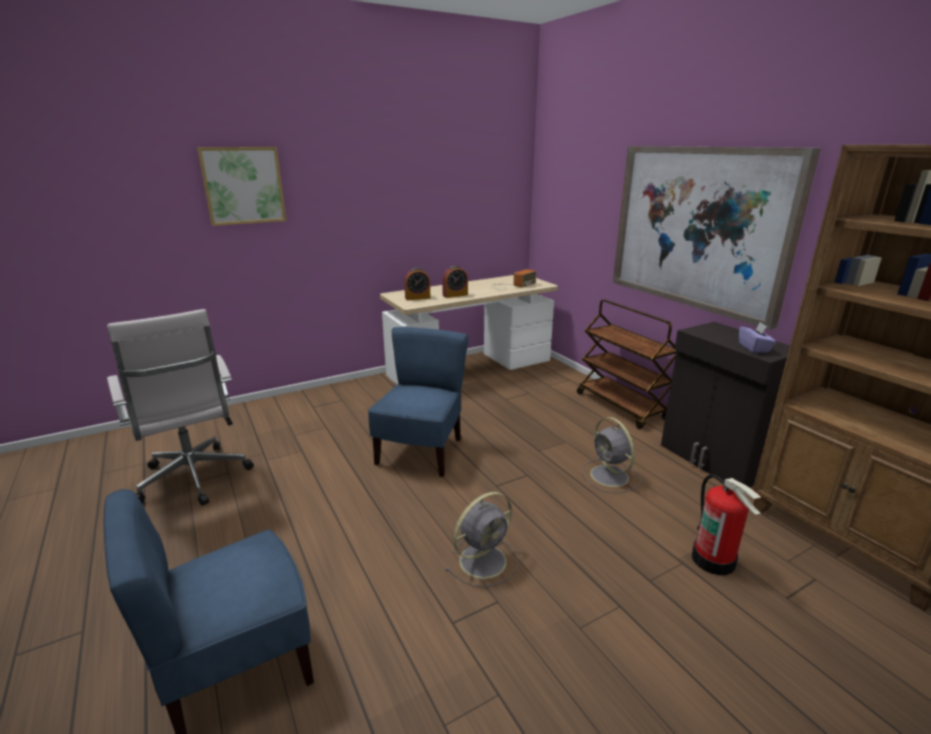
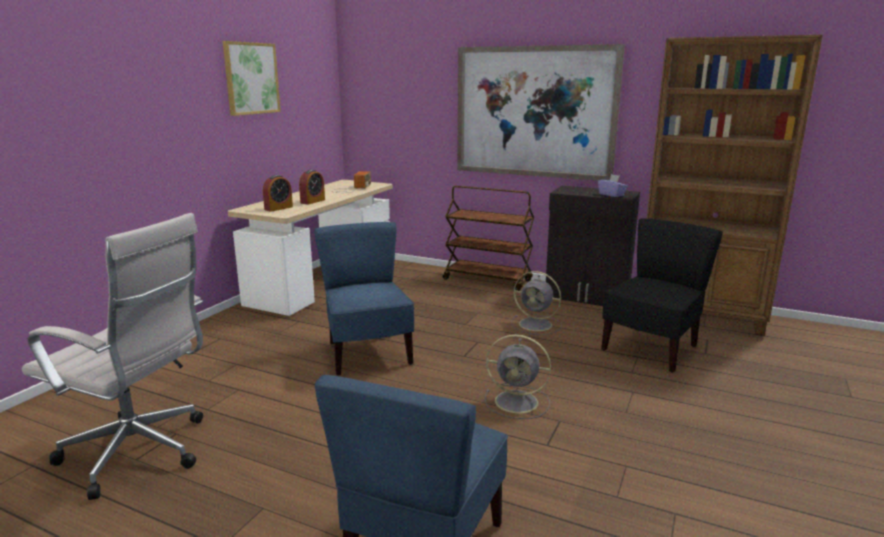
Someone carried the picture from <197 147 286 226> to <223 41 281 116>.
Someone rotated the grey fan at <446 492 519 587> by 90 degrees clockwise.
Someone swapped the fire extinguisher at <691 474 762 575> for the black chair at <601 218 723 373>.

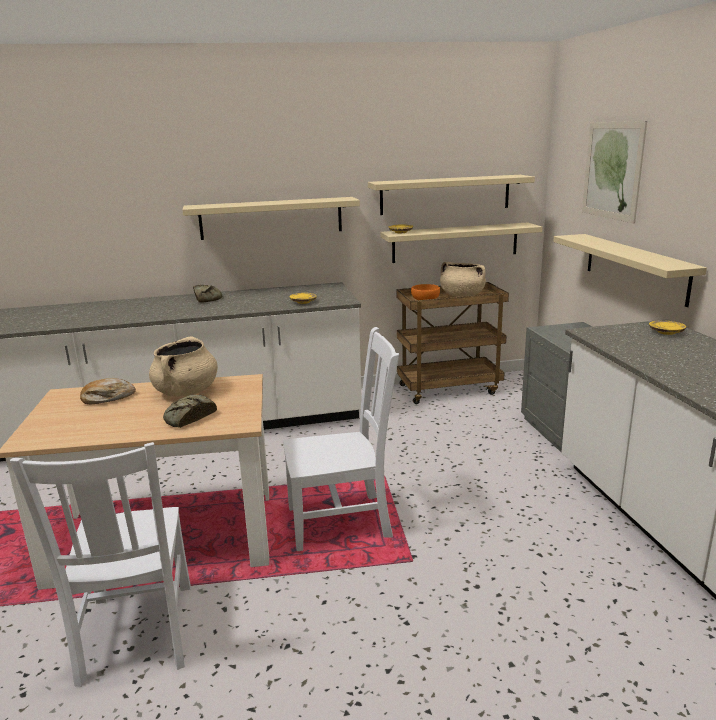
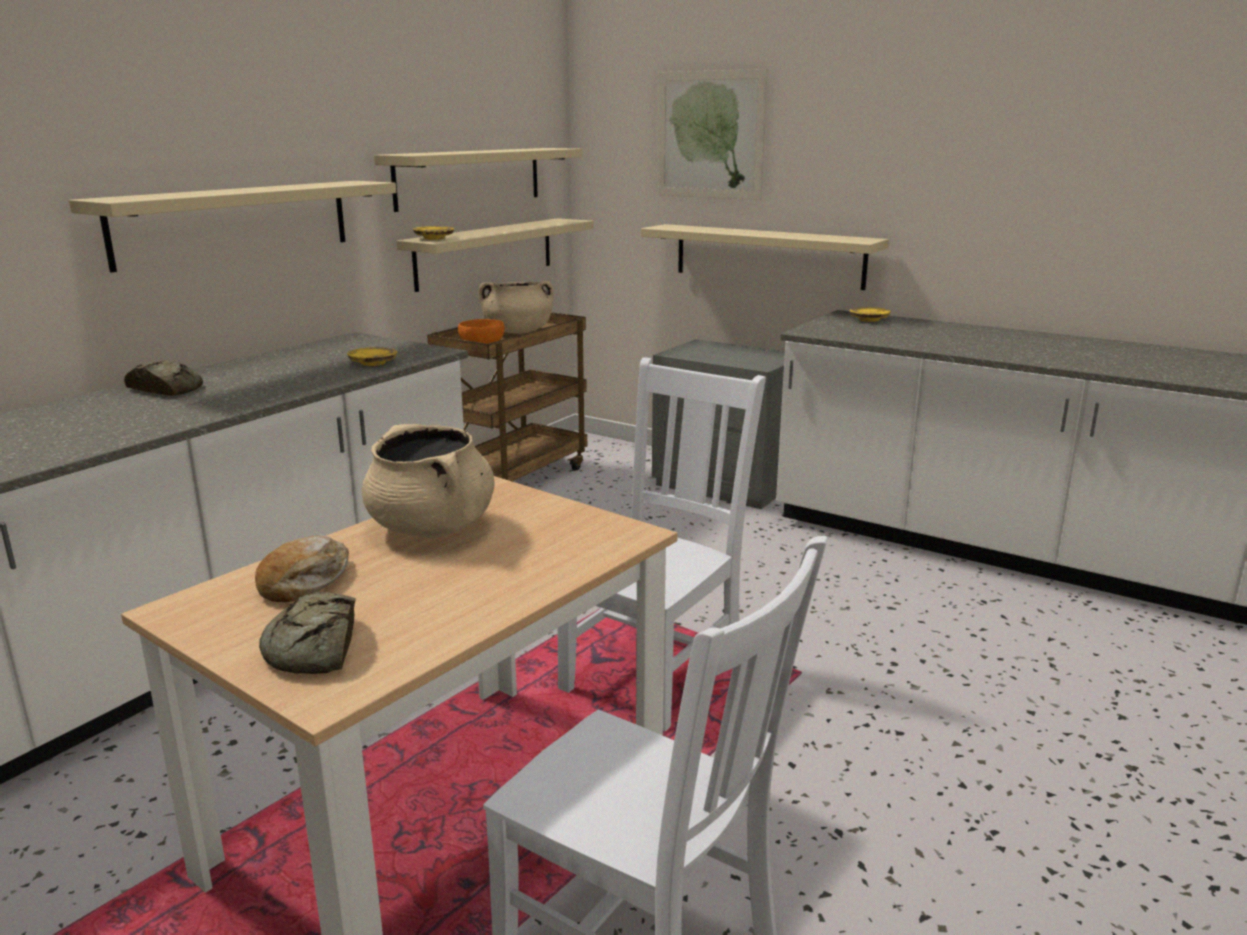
Someone carried the bread from <163 394 217 428> to <259 592 356 674>.

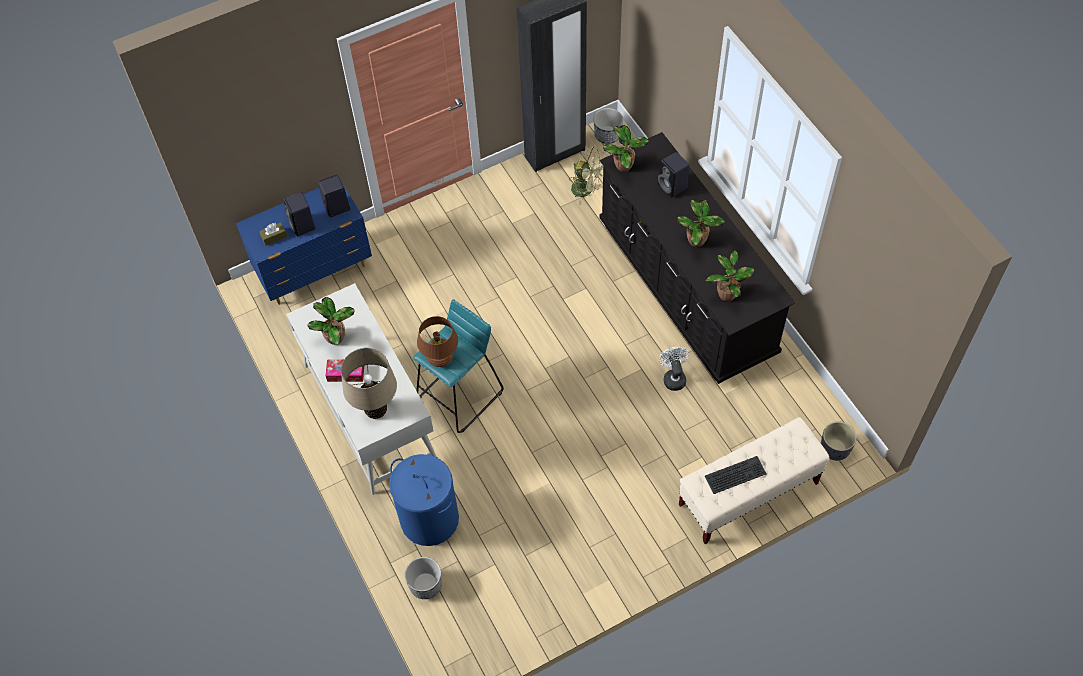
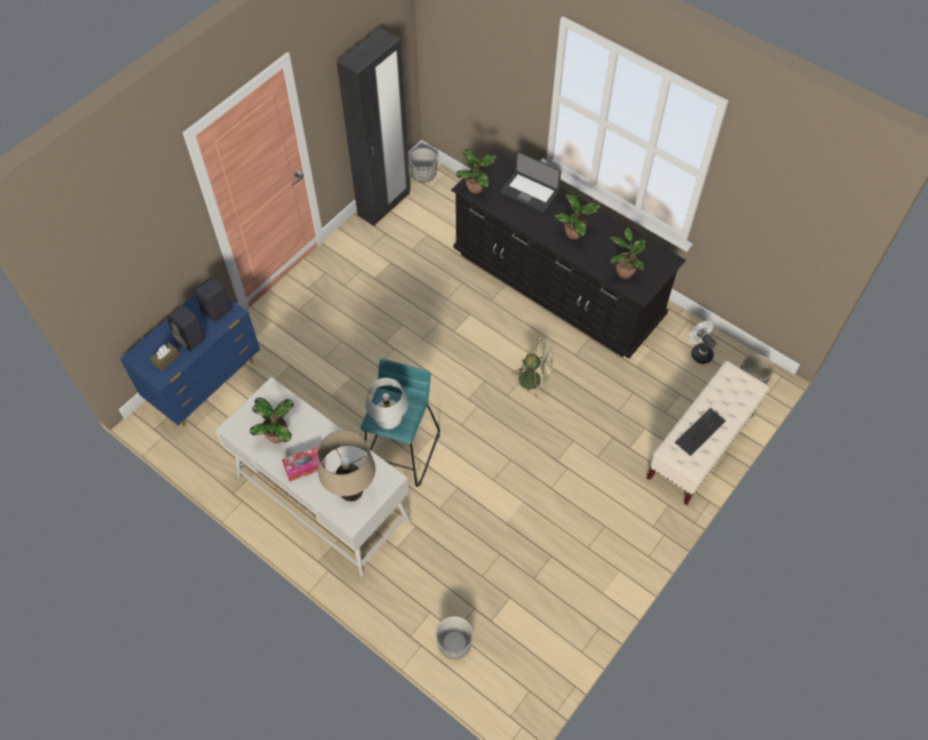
Someone took away the blue laundry basket at <389 454 459 546>.
Someone repainted the brown table lamp at <417 316 458 367>, which became the white table lamp at <365 378 408 429>.
Someone carried the green fan from <570 146 605 205> to <512 337 553 398>.
Someone swapped the black speaker at <658 152 689 198> for the laptop at <500 151 561 213>.
Someone carried the white fan from <659 347 689 391> to <688 321 716 364>.

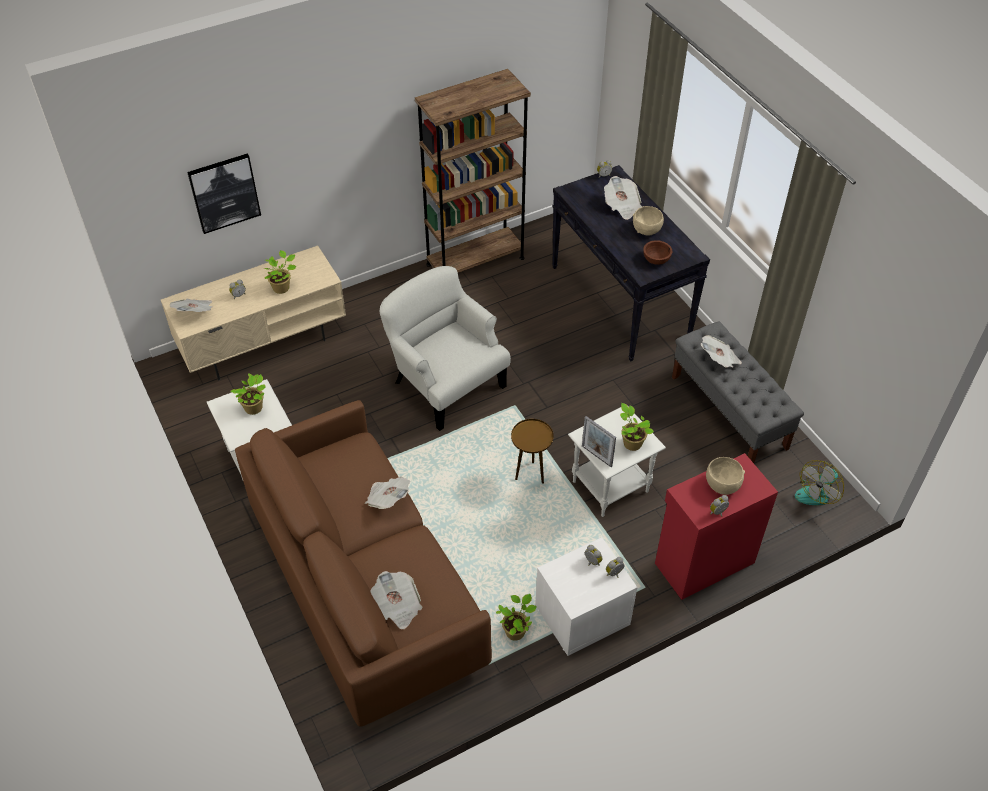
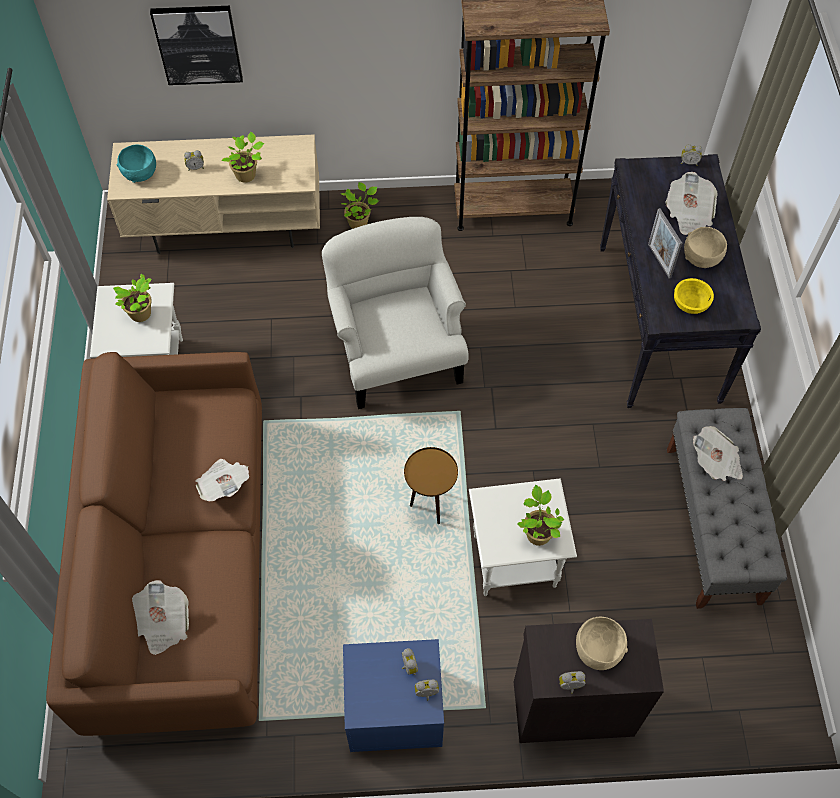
Someone swapped the newspaper at <170 299 212 312> for the turquoise bowl at <117 145 156 183>.
Someone carried the potted plant from <496 594 537 641> to <341 182 379 229>.
Someone repainted the white nightstand at <535 537 638 656>, which became the blue nightstand at <343 639 444 752>.
Someone carried the picture frame from <582 416 616 467> to <648 208 682 279>.
Someone repainted the brown bowl at <643 240 672 265>, which became the yellow bowl at <674 278 714 314>.
Someone repainted the red cabinet at <655 453 778 600>, which became the black cabinet at <514 619 664 743>.
Someone took away the fan at <795 460 844 506>.

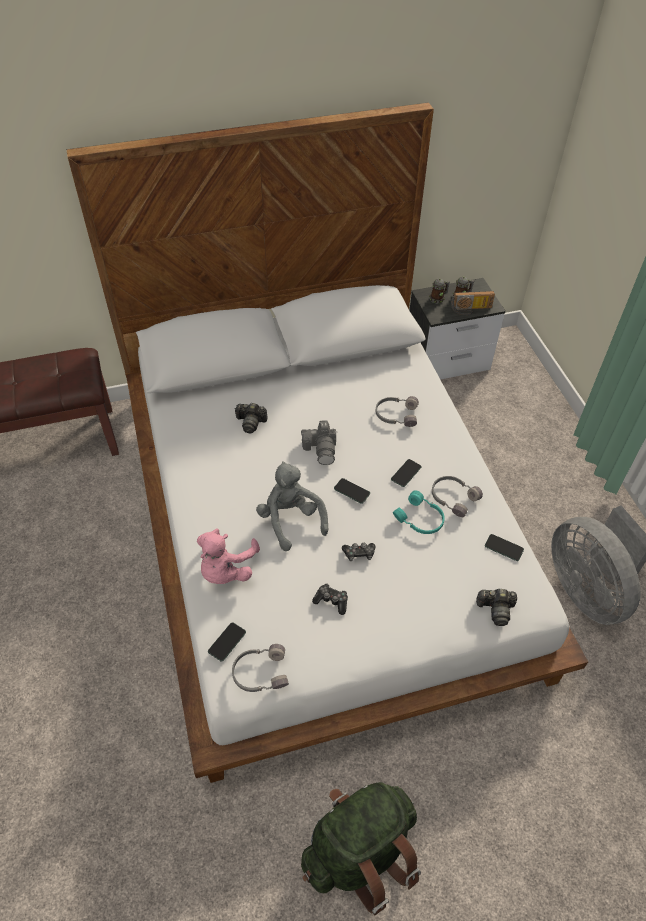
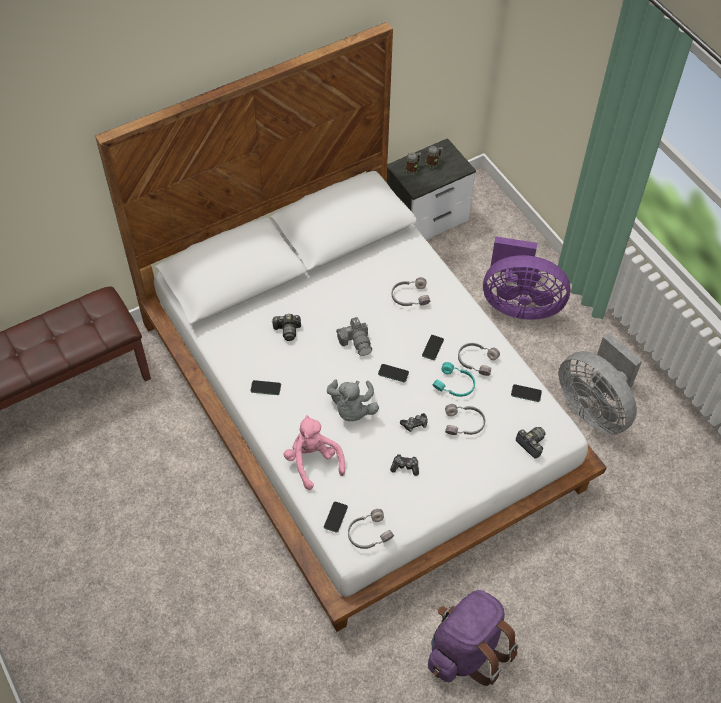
Someone rotated the pink plush toy at <197 529 260 584> by 150 degrees clockwise.
Someone rotated the grey plush toy at <256 461 328 551> by 135 degrees counterclockwise.
Someone repainted the green backpack at <301 782 421 915>, which became the purple backpack at <428 590 518 686>.
Someone took away the radio at <451 291 495 315>.
Someone rotated the photo camera at <476 589 517 626> by 120 degrees counterclockwise.
Someone put down the phone at <250 380 281 395>.
Someone put down the grey headphones at <445 404 485 435>.
Someone put down the purple fan at <483 236 571 320>.

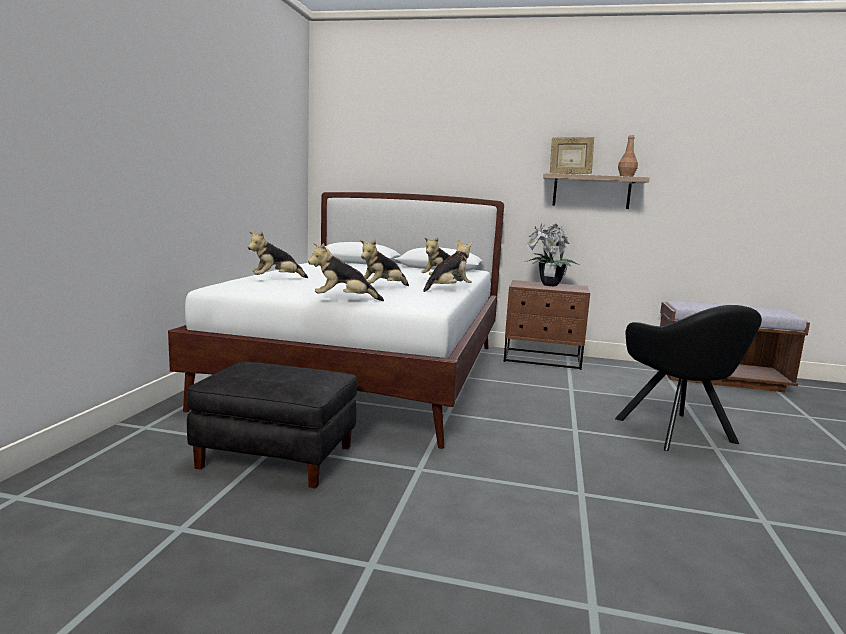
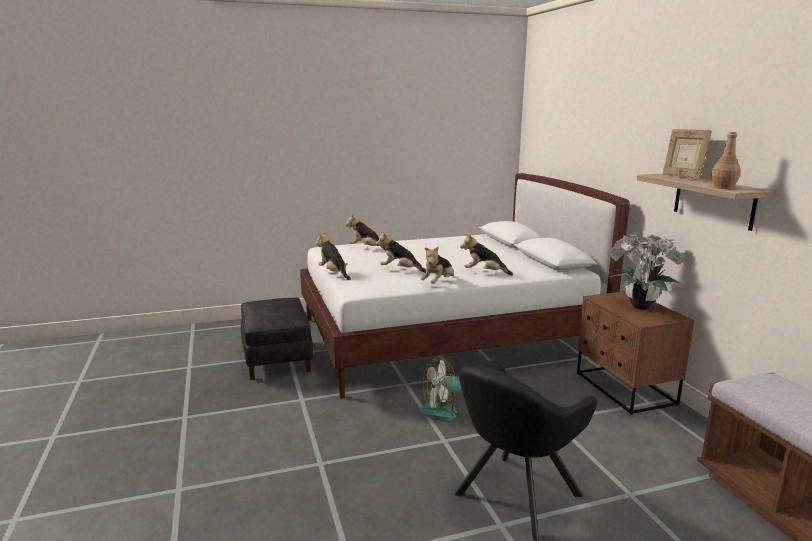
Someone rotated the plush toy at <423 240 472 292> by 105 degrees clockwise.
Someone put down the fan at <419 356 469 421>.

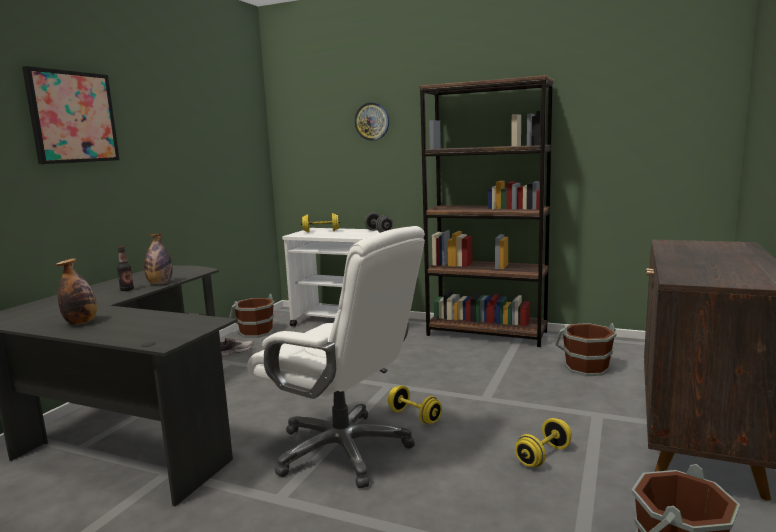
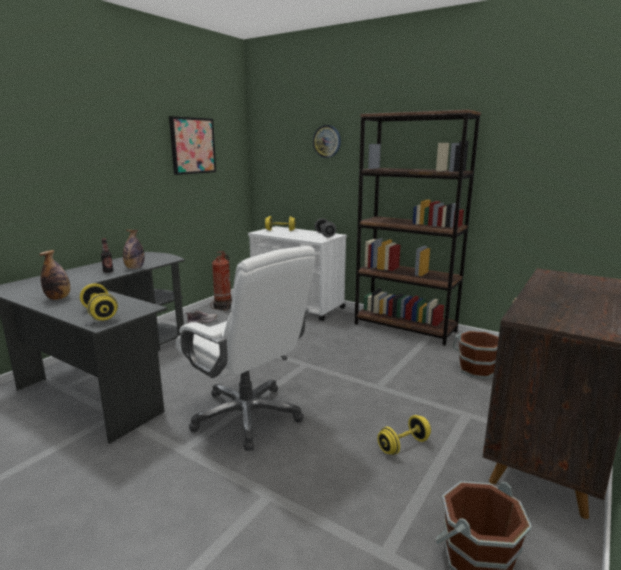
Someone carried the picture from <22 66 119 164> to <169 116 216 175>.
Someone swapped the brown bucket at <229 294 275 338> for the fire extinguisher at <210 251 232 311>.
Someone carried the yellow dumbbell from <388 385 442 424> to <80 284 118 321>.

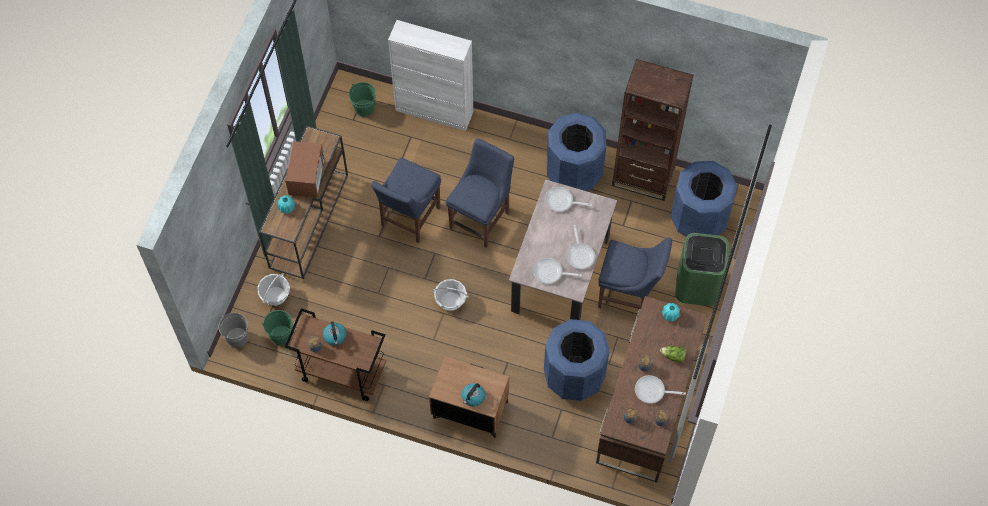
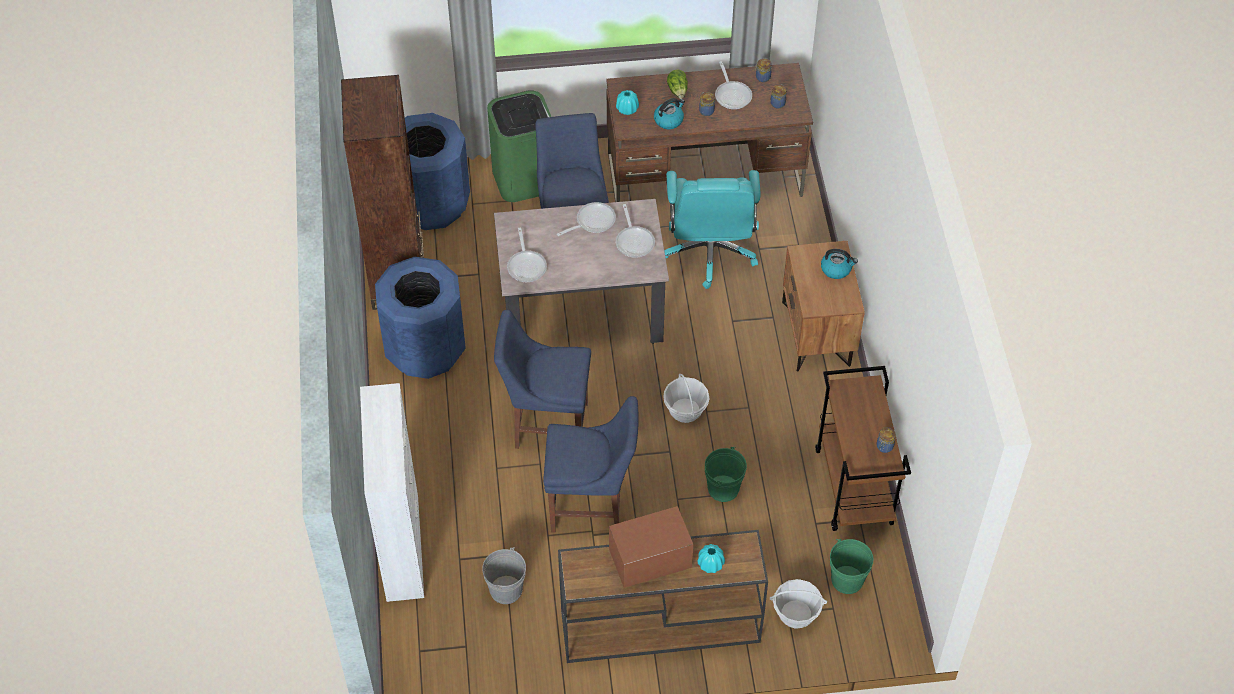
Someone carried the grey bucket from <219 313 248 348> to <482 547 526 604>.
Someone carried the kettle from <323 321 346 345> to <654 98 685 129>.
Someone carried the green bucket from <349 82 376 117> to <705 447 747 502>.
Someone swapped the blue trash can at <544 319 610 401> for the turquoise office chair at <664 170 760 289>.

